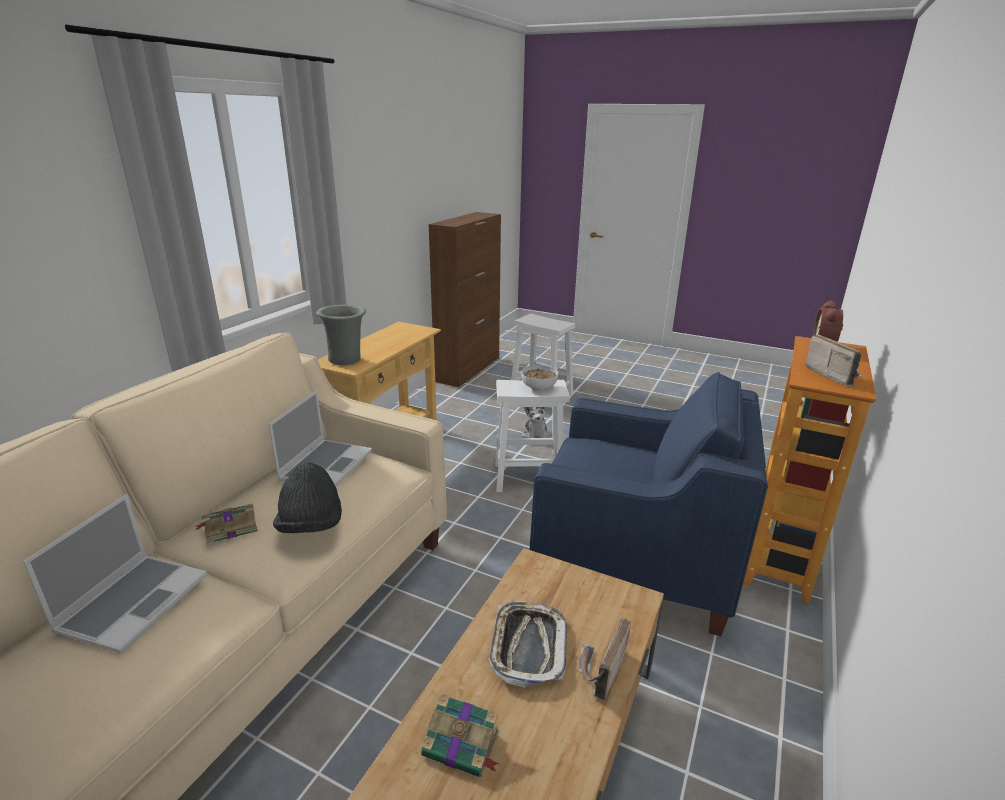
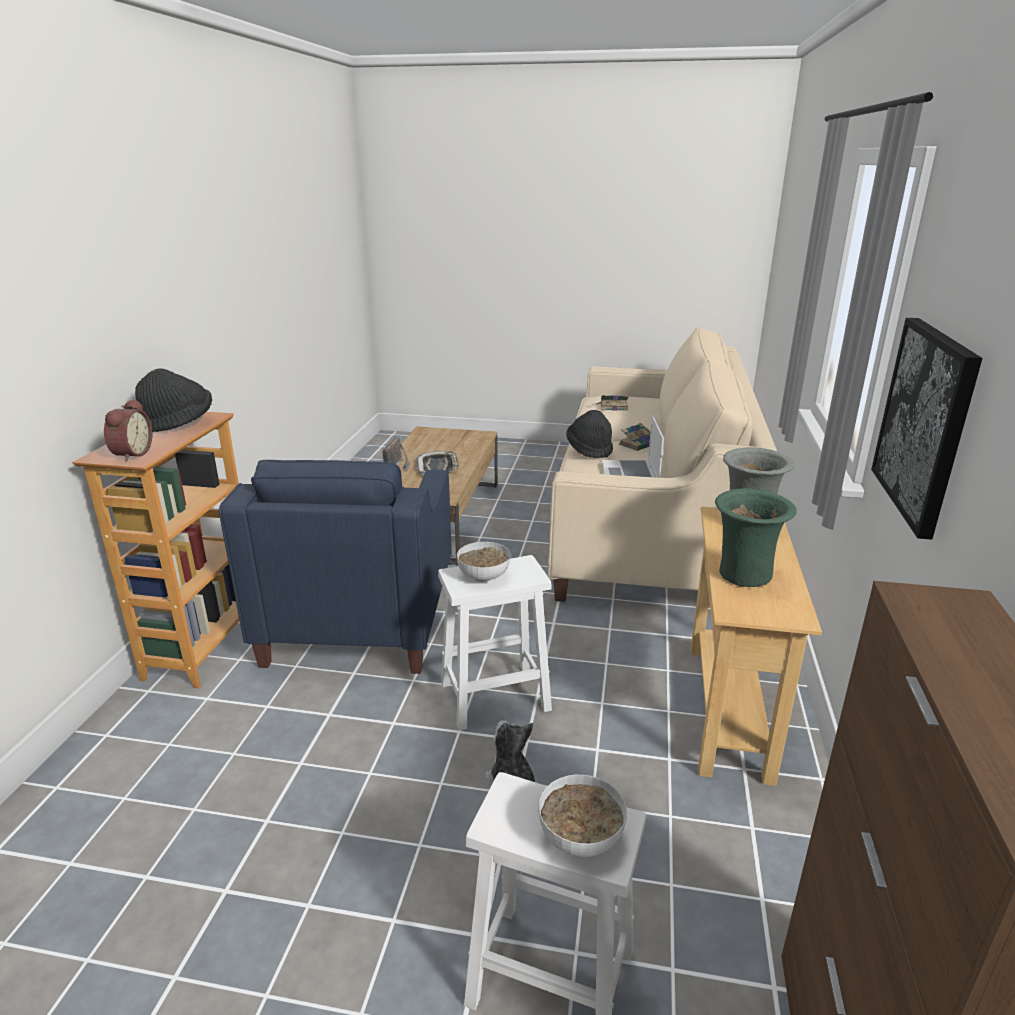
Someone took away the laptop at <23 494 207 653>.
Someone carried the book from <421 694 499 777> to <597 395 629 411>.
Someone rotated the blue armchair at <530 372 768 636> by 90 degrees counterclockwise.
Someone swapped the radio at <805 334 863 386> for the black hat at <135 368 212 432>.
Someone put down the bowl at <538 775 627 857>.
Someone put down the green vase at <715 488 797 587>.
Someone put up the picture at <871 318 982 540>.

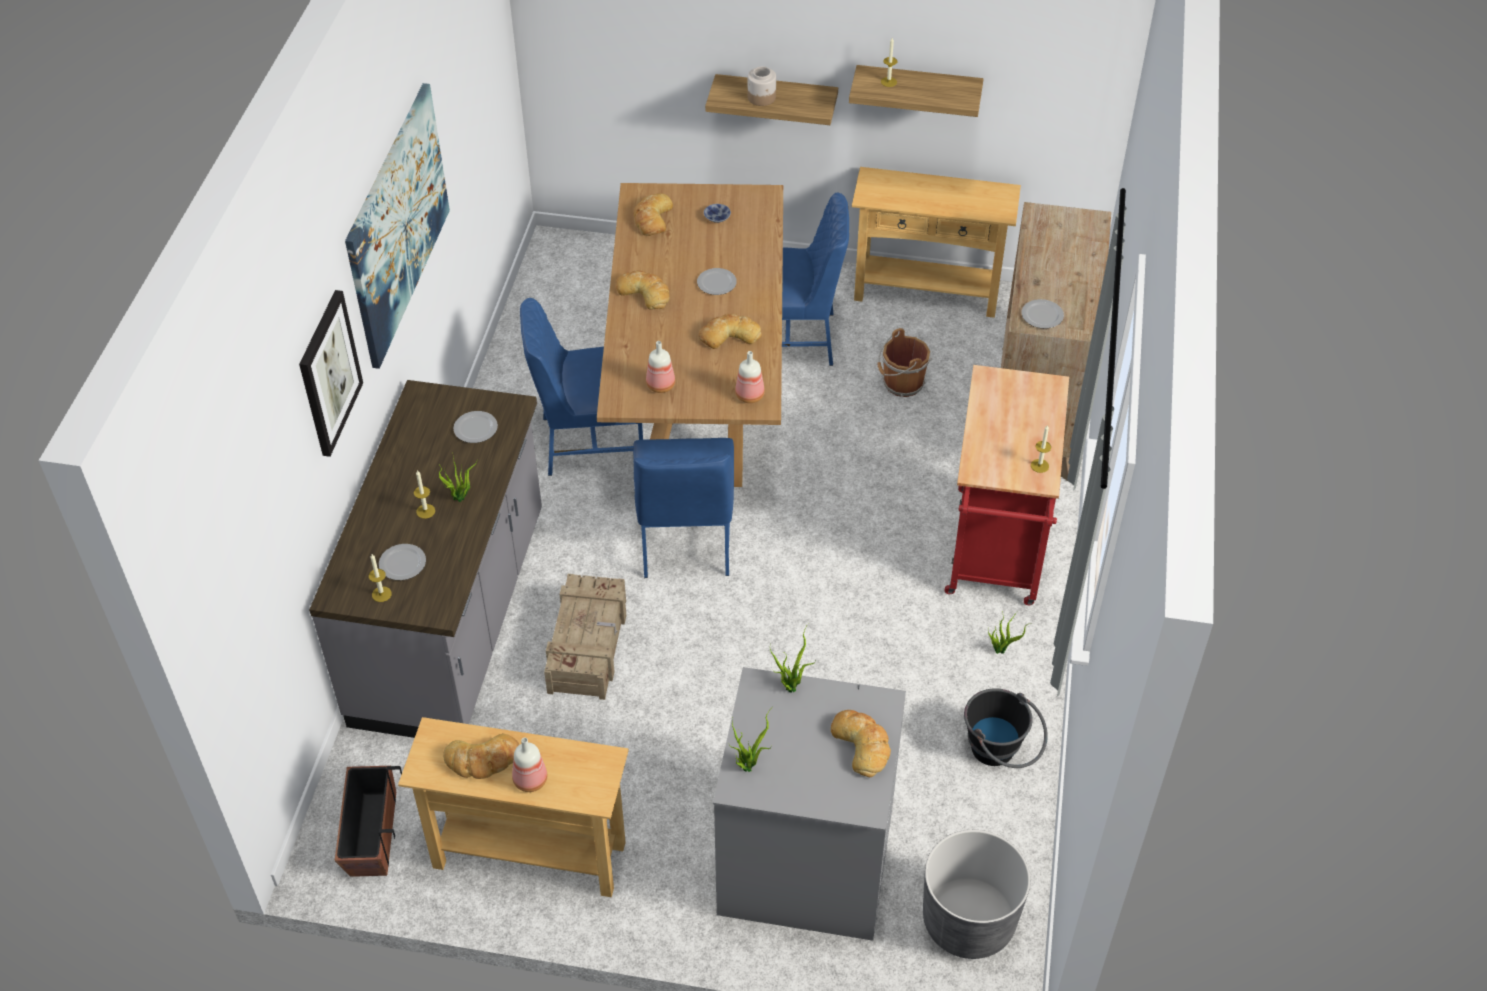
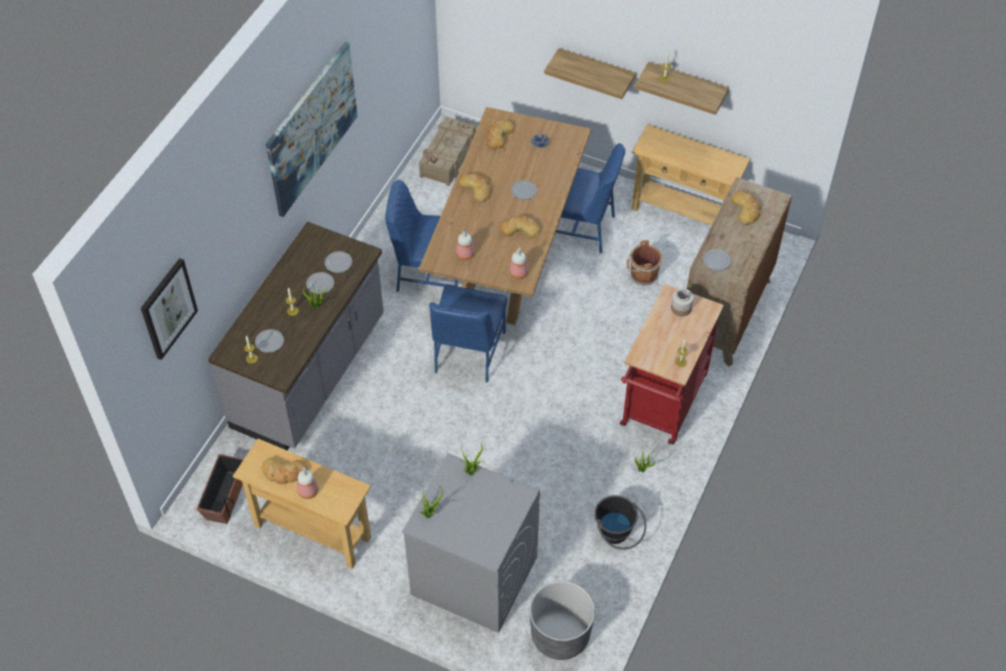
Someone carried the picture from <299 290 363 457> to <141 258 198 360>.
Someone carried the crate from <544 574 626 700> to <419 117 476 186>.
Someone carried the jar from <748 66 776 106> to <671 288 694 316>.
Someone carried the bread from <831 710 891 777> to <731 191 761 225>.
Someone put down the plate at <306 272 334 294>.

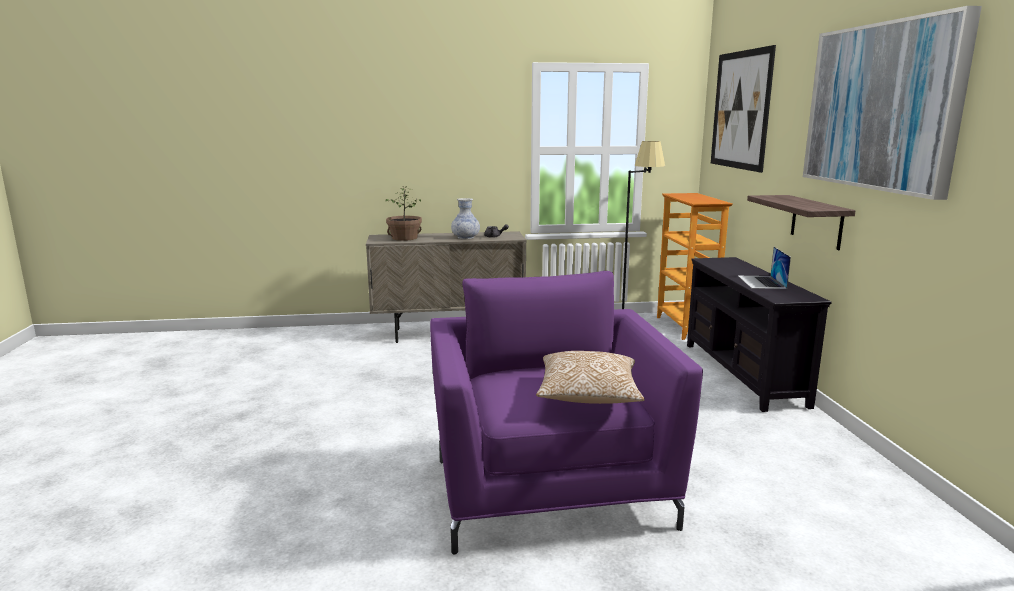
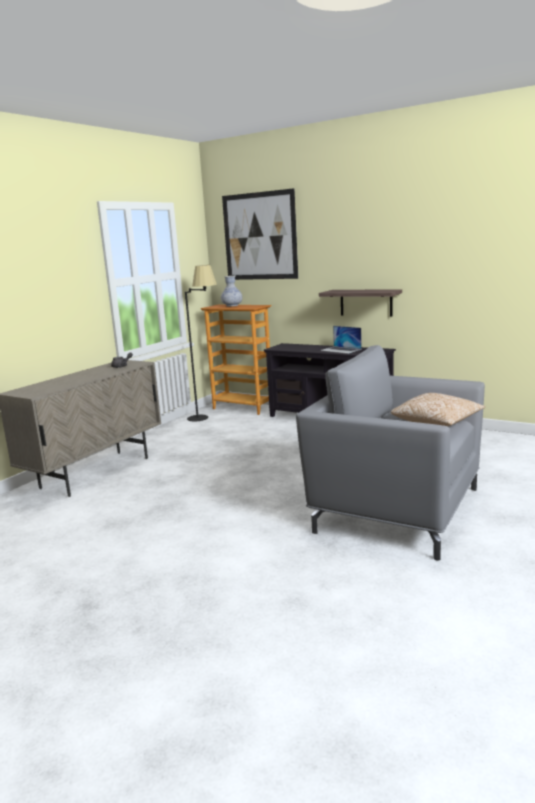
Someone took away the potted plant at <385 188 422 241>.
Someone repainted the purple armchair at <430 271 703 555>, which became the grey armchair at <296 345 485 560>.
Someone carried the vase from <451 198 480 239> to <221 276 242 306>.
Someone took away the picture at <803 6 982 200>.

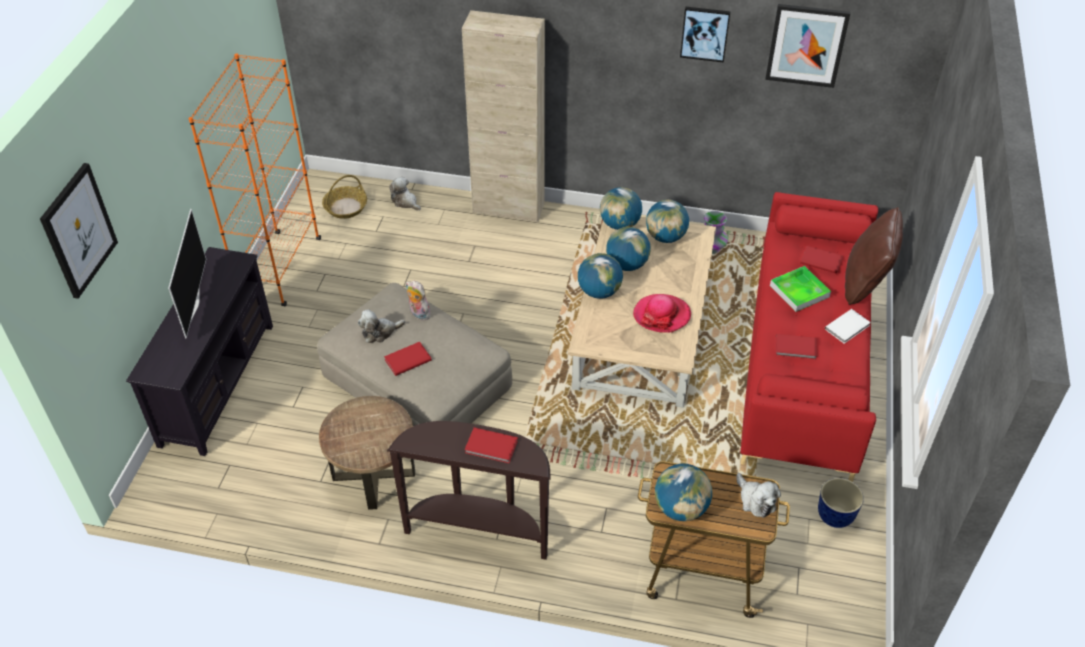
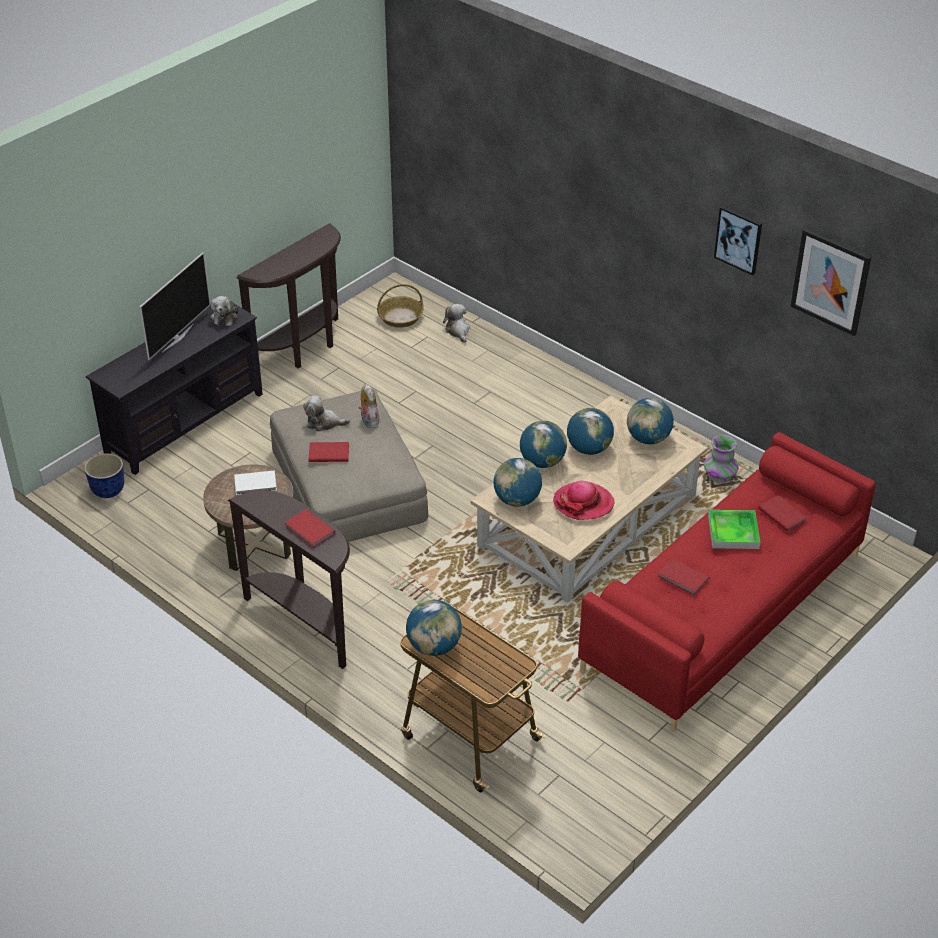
Someone took away the picture at <40 163 118 299>.
Someone swapped the orange bookcase at <189 53 321 306> for the brown console table at <237 223 341 368>.
Someone took away the beige cabinet at <462 10 545 223>.
Someone carried the globe from <600 187 642 230> to <494 458 542 507>.
Someone carried the plush toy from <737 473 781 518> to <210 296 238 326>.
Someone carried the planter from <818 478 864 528> to <84 453 124 498>.
Someone carried the white book from <825 309 871 344> to <234 470 277 495>.
Someone took away the brown pillow at <845 207 903 305>.

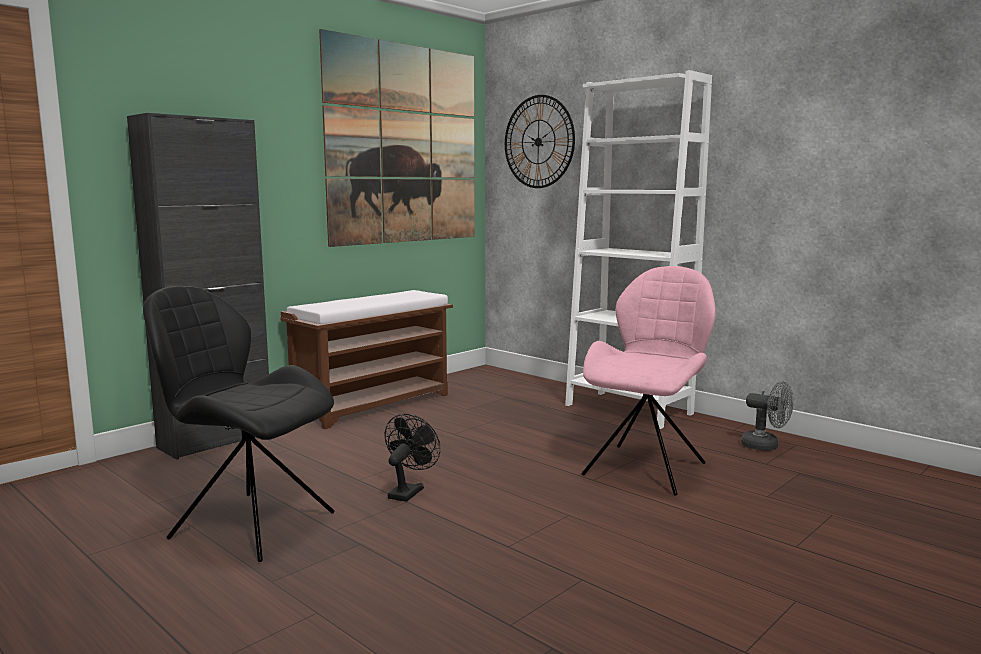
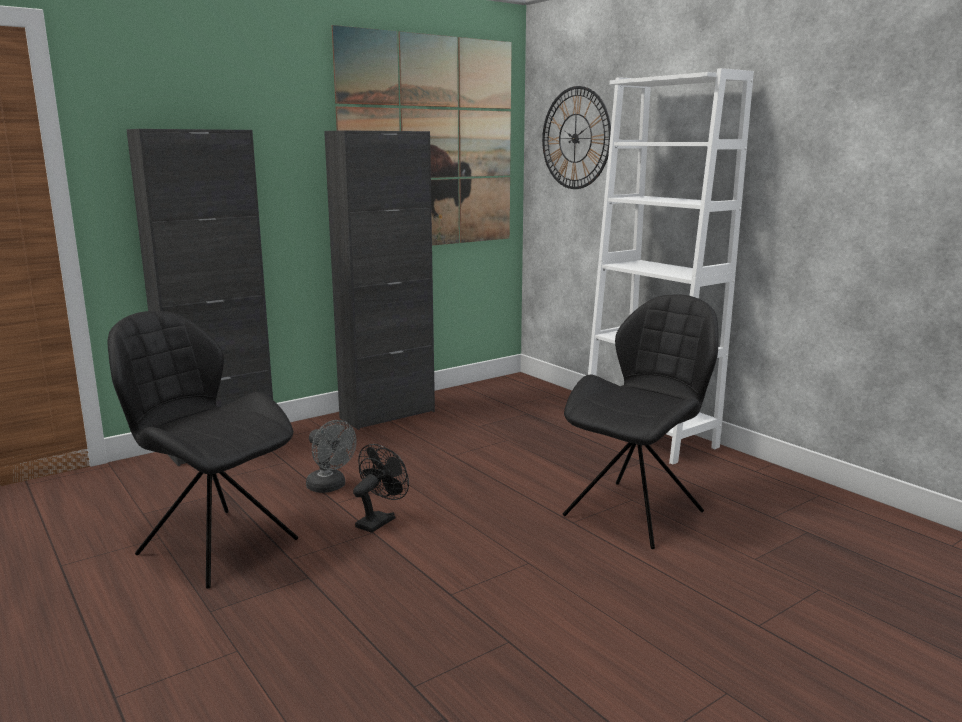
Someone swapped the brown bench at <280 290 453 429> for the black cabinet at <324 130 435 430>.
Someone repainted the pink chair at <581 266 716 496>, which became the black chair at <563 294 719 549>.
Someone carried the grey fan from <741 381 794 451> to <306 420 357 493>.

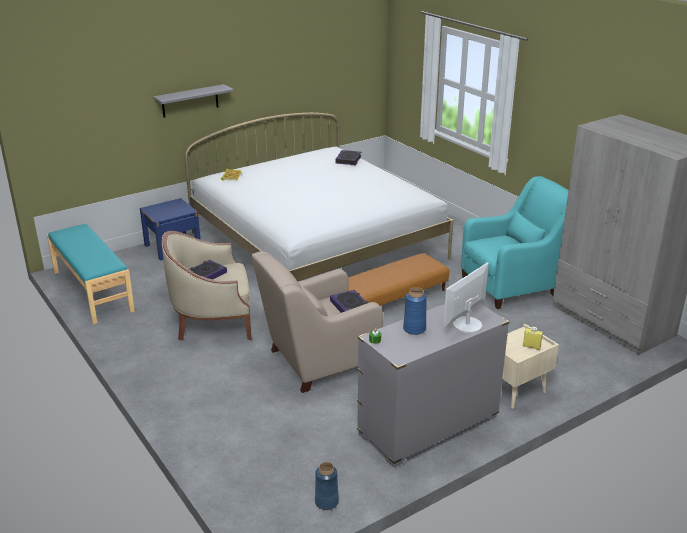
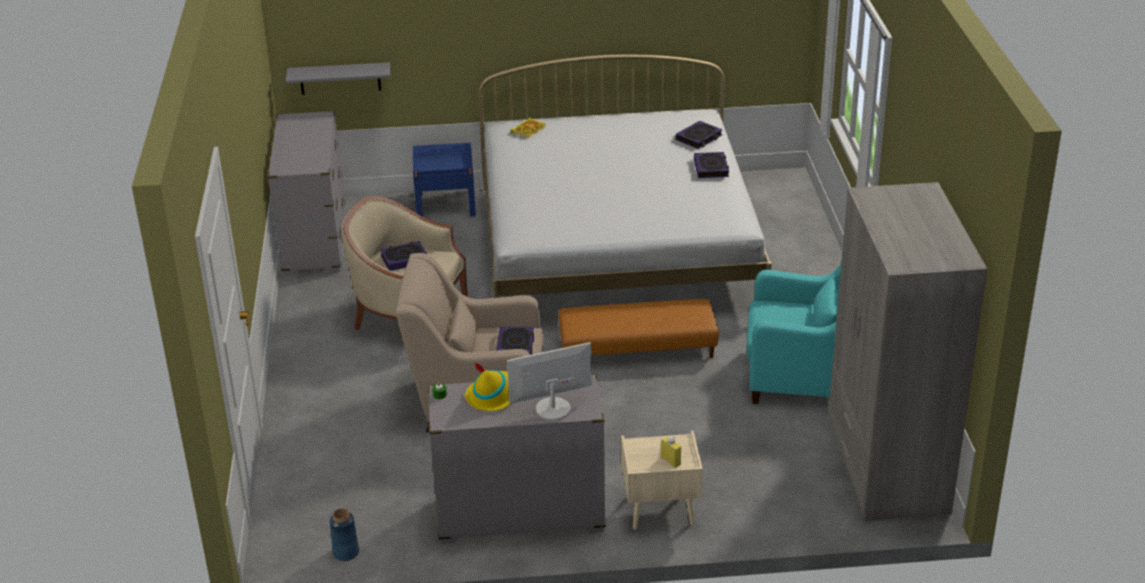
Someone swapped the turquoise bench at <47 224 135 324> for the grey dresser at <268 111 345 275>.
Someone carried the grey shelf from <153 84 234 118> to <286 62 390 95>.
Someone swapped the blue vase at <403 287 427 335> for the yellow hat at <465 362 510 411>.
Someone put down the book at <694 152 729 178>.

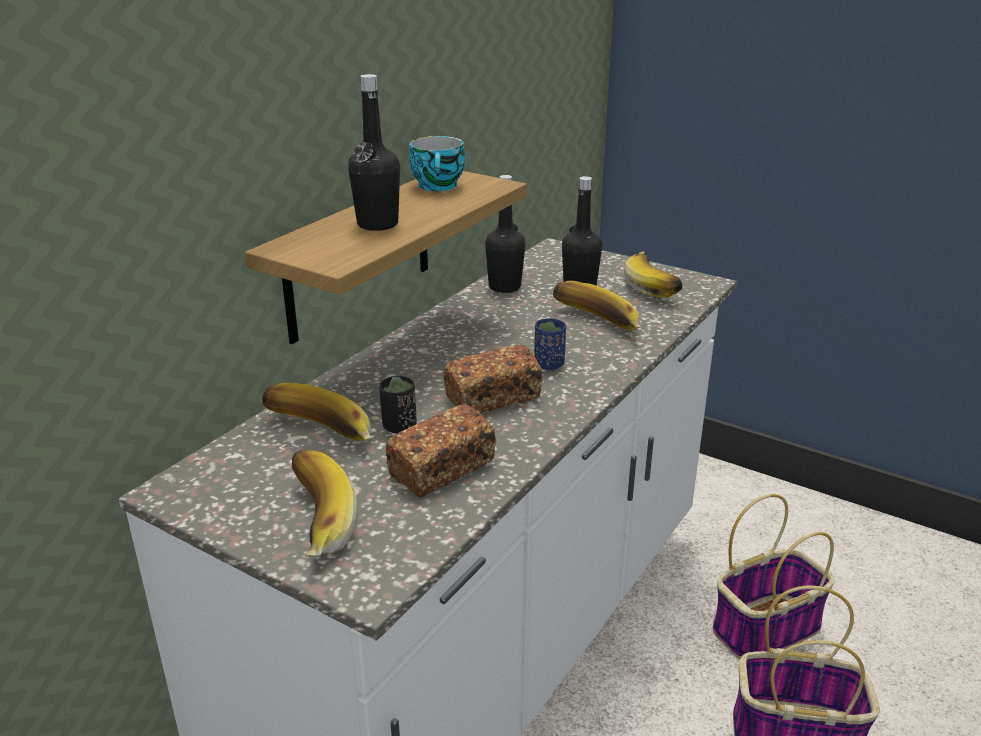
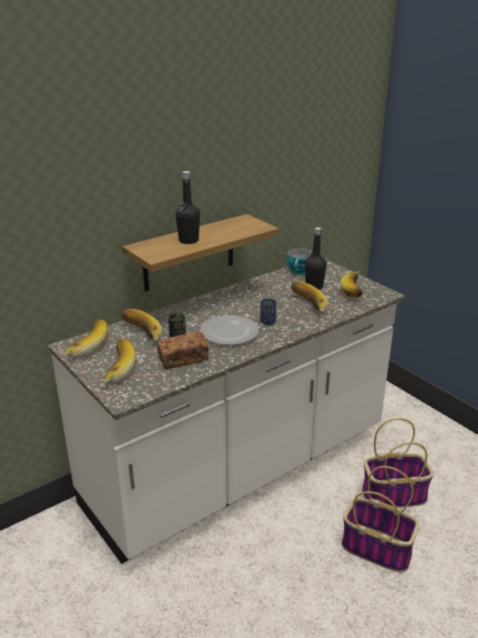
Someone carried the cup from <409 136 465 191> to <287 248 311 275>.
Someone swapped the bread at <444 345 543 413> for the plate at <200 315 259 345>.
Someone took away the black bottle at <485 175 525 293>.
Someone put down the banana at <59 319 108 358>.

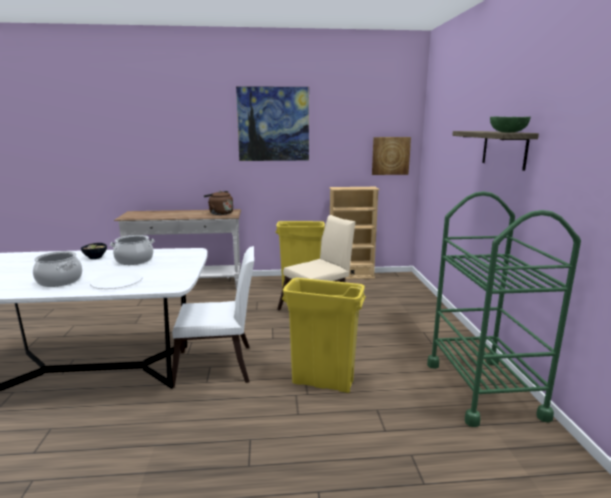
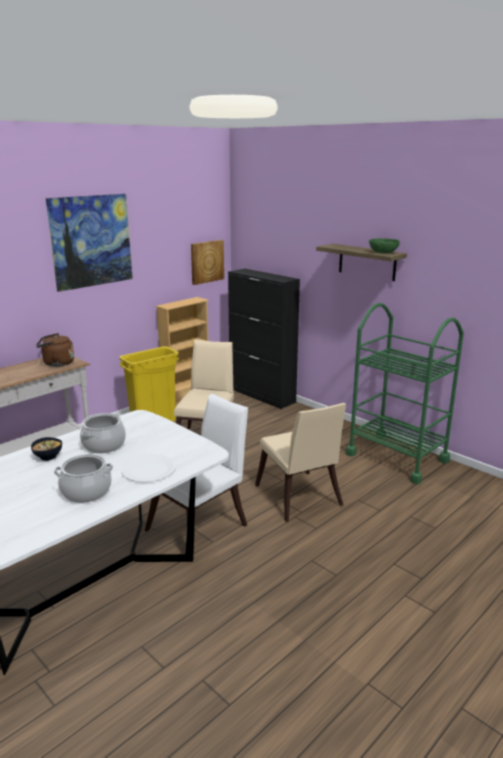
Someone swapped the yellow trash can at <282 278 366 393> for the beige chair at <255 403 346 522>.
Someone put down the black cabinet at <228 269 300 409>.

